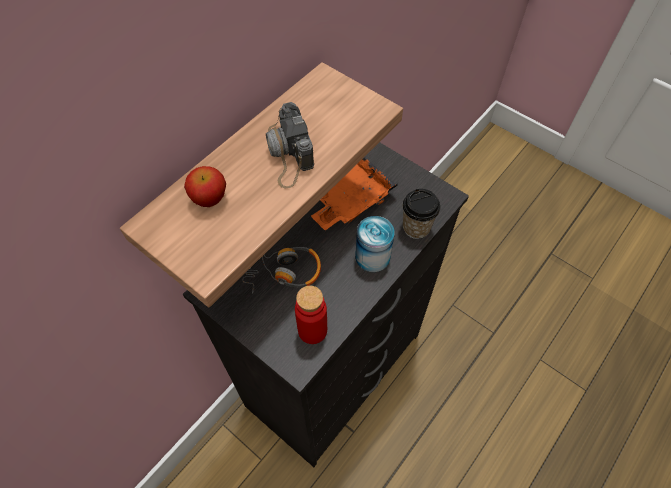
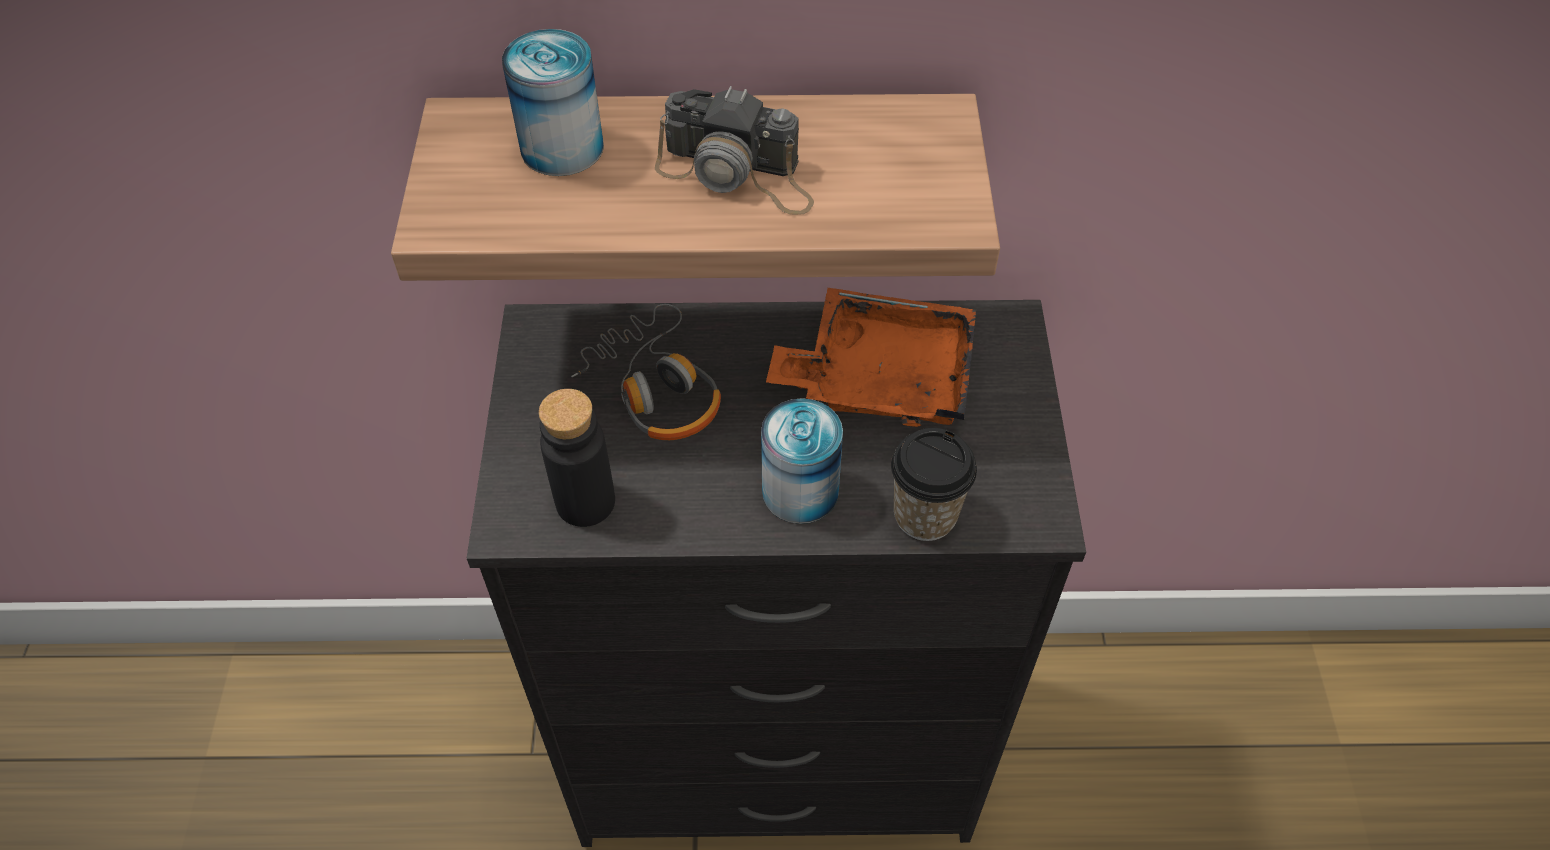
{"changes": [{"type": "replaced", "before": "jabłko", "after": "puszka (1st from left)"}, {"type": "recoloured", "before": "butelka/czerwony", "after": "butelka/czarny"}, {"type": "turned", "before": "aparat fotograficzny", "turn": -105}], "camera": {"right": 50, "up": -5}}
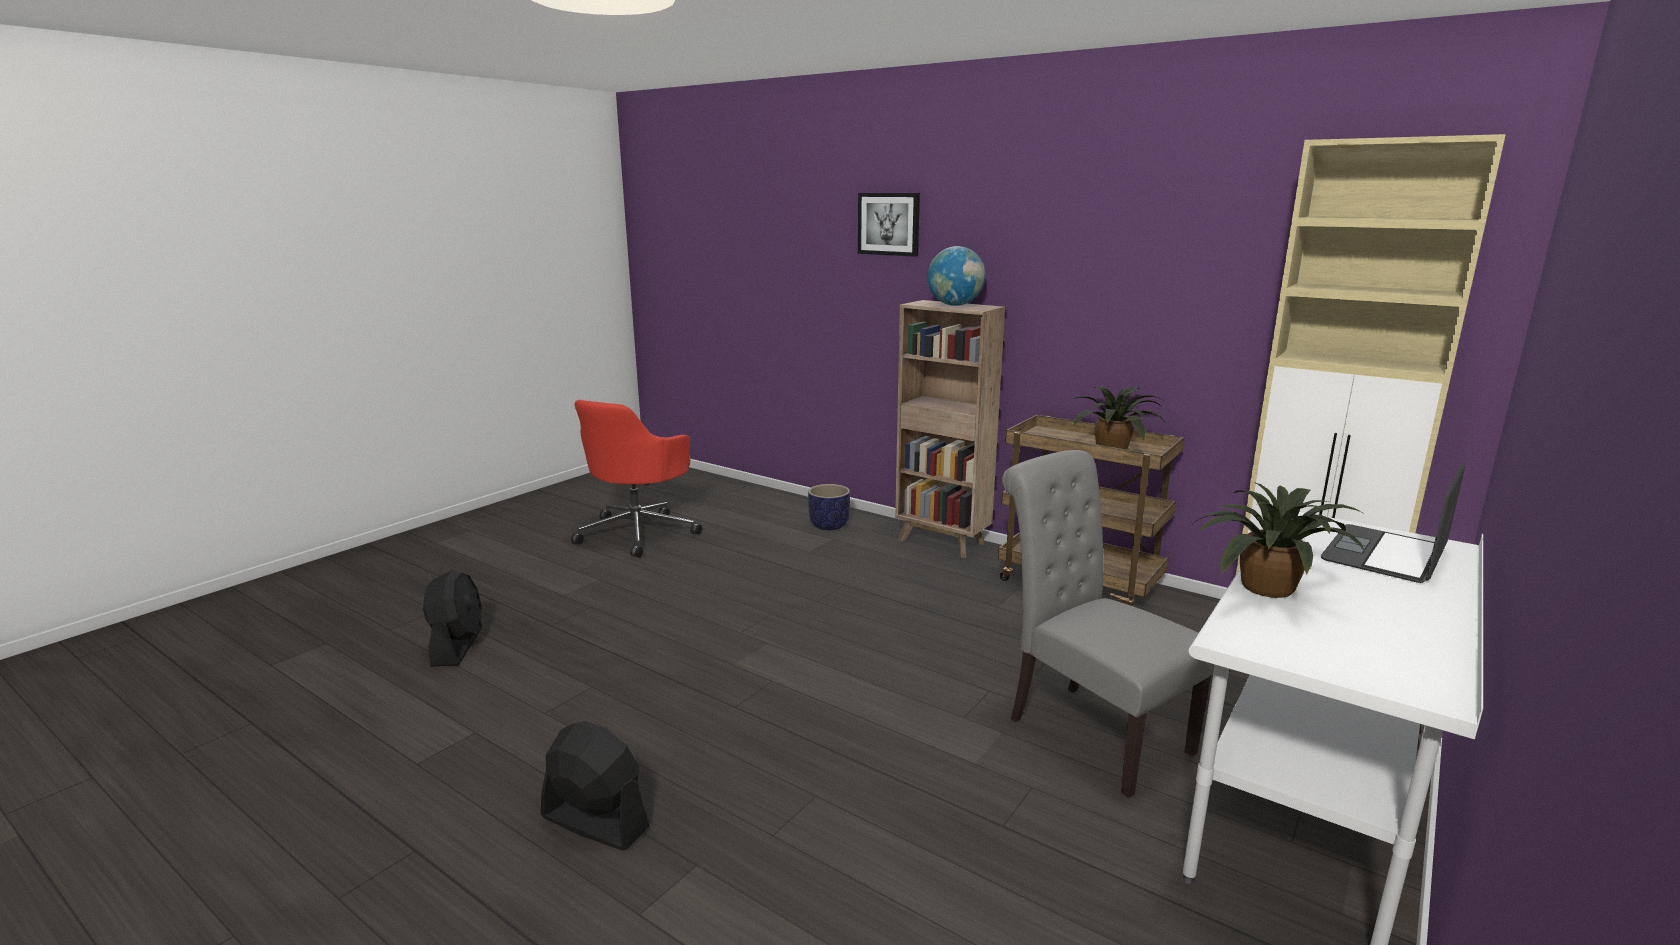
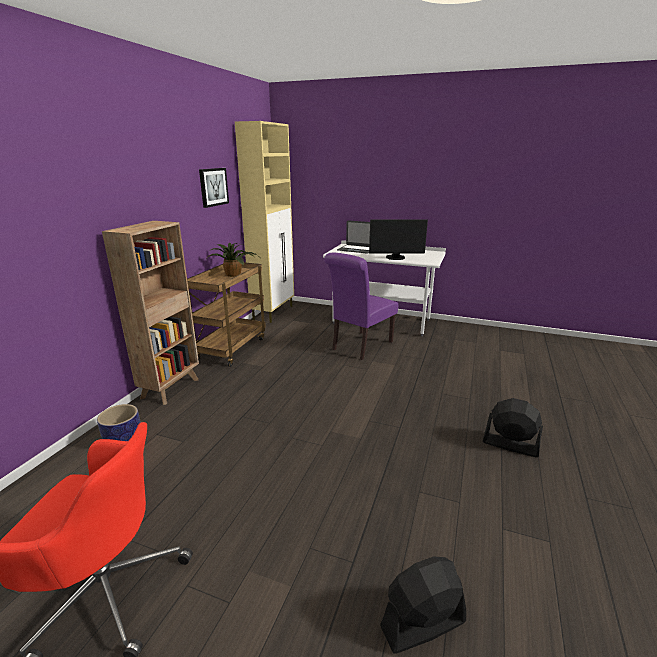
{"changes": [{"type": "moved", "before": "obraz"}, {"type": "recoloured", "before": "krzesło/szary", "after": "krzesło/fioletowy"}, {"type": "replaced", "before": "roślina doniczkowa (2nd from left)", "after": "monitor"}, {"type": "turned", "before": "wentylator/czarny (2nd from left)", "turn": 105}, {"type": "removed", "before": "globus"}], "camera": {"right": -105, "up": 5}}
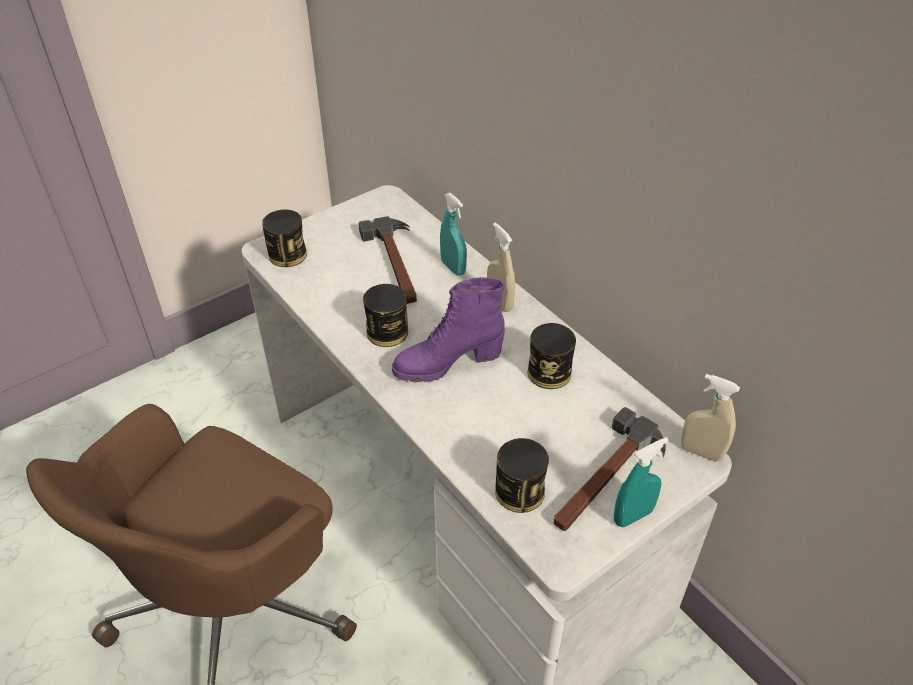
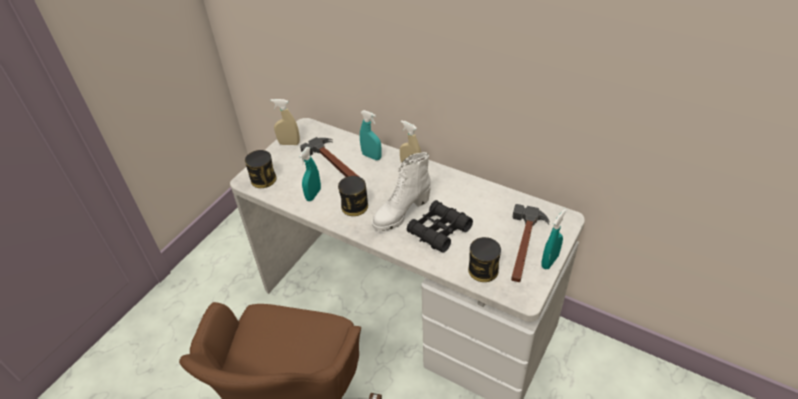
{"changes": [{"type": "moved", "before": "spryskiwacz/beżowy (2nd from left in the first image)", "after": "spryskiwacz/beżowy (1st from left)"}, {"type": "added", "after": "spryskiwacz/turkusowy (1st from left)"}, {"type": "recoloured", "before": "but z cholewką/fioletowy", "after": "but z cholewką/biały"}, {"type": "added", "after": "lornetka/czarny"}, {"type": "removed", "before": "puszka (4th from left)"}], "camera": {"right": -20, "up": 0}}
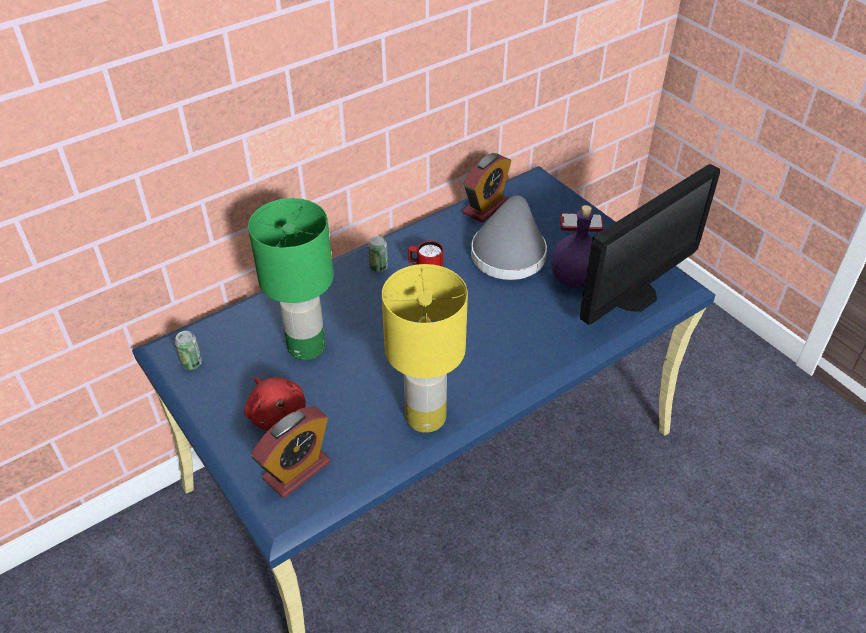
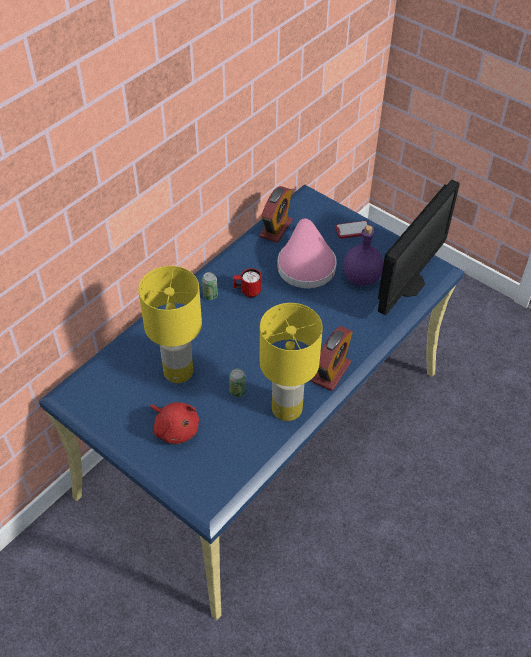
{"changes": [{"type": "recoloured", "before": "lampa stołowa/zielony", "after": "lampa stołowa/żółty (1st from left)"}, {"type": "moved", "before": "puszka (1st from left in the first image)", "after": "puszka (2nd from left)"}, {"type": "recoloured", "before": "kapelusz/szary", "after": "kapelusz/różowy"}, {"type": "moved", "before": "budzik (1st from left in the first image)", "after": "budzik (2nd from left)"}], "camera": {"right": -15, "up": 5}}
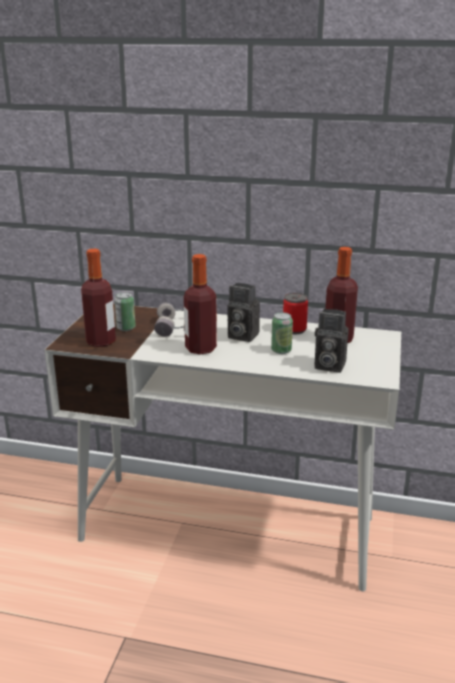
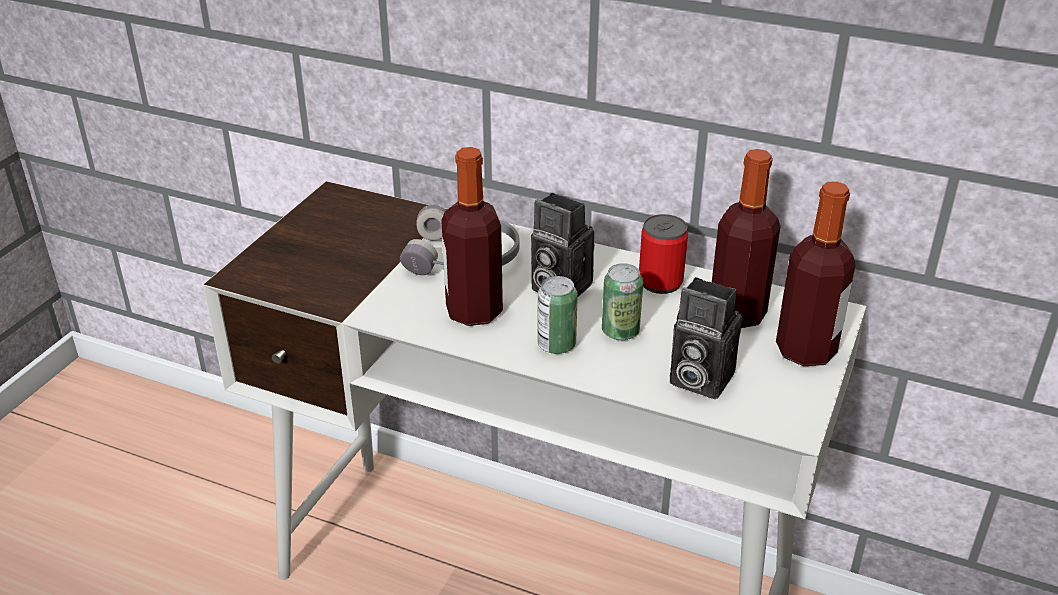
{"changes": [{"type": "moved", "before": "puszka (1st from left)"}, {"type": "moved", "before": "butelka (1st from left in the first image)", "after": "butelka (3rd from left)"}], "camera": {"right": 10, "up": 10}}
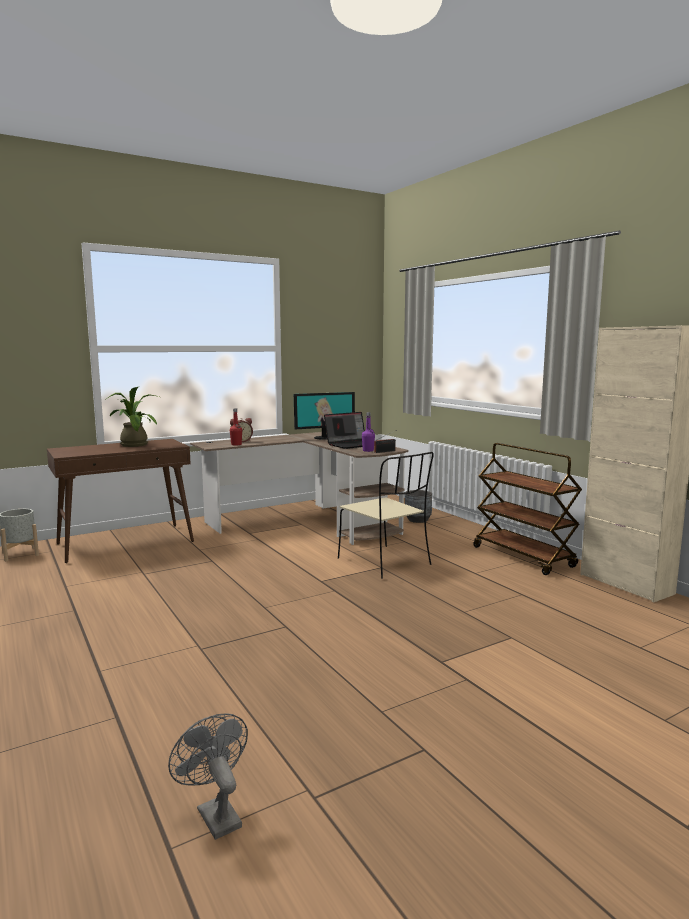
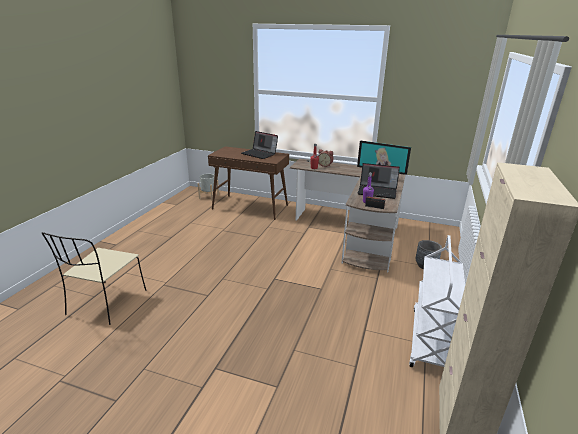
{"changes": [{"type": "moved", "before": "krzesło/beżowy"}, {"type": "replaced", "before": "roślina doniczkowa", "after": "laptop (1st from left)"}, {"type": "recoloured", "before": "wózek/brązowy", "after": "wózek/biały"}, {"type": "removed", "before": "wentylator/szary"}], "camera": {"right": 50, "up": 15}}
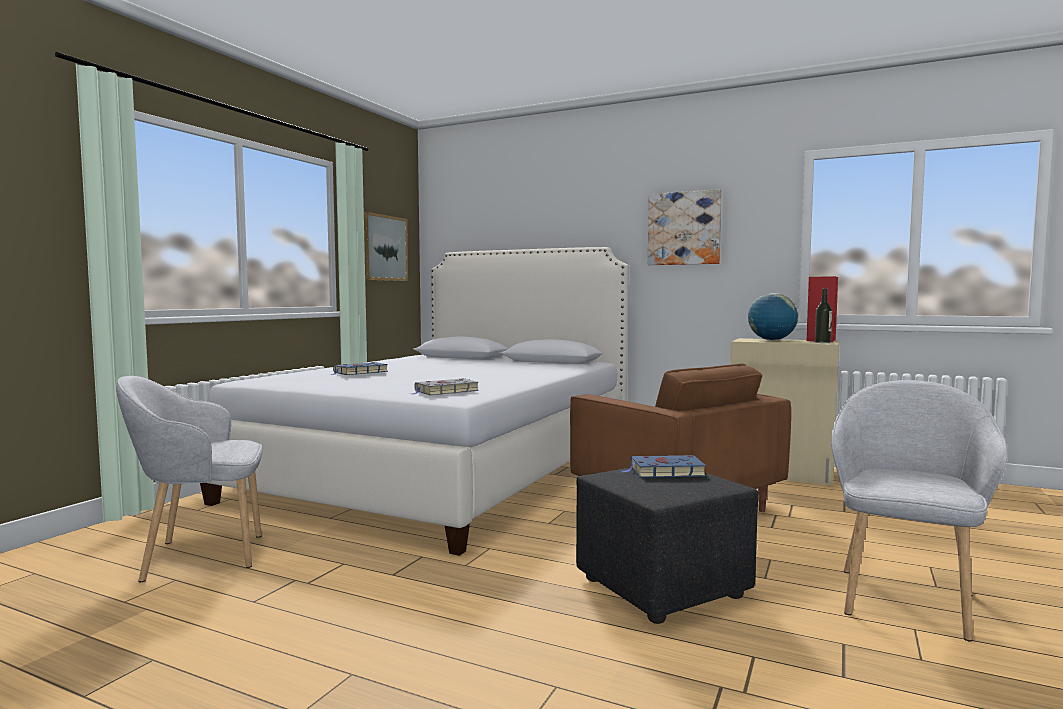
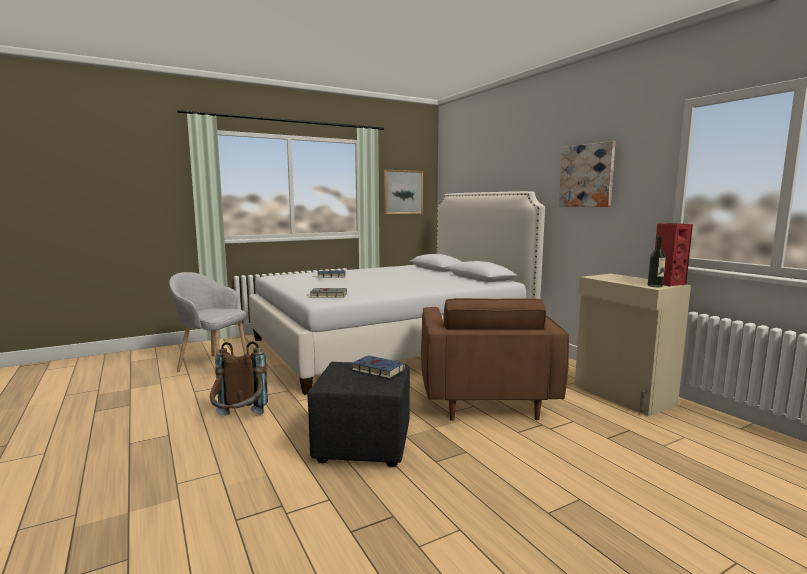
{"changes": [{"type": "added", "after": "plecak/brązowy"}, {"type": "removed", "before": "globus"}, {"type": "removed", "before": "fotel/szary (2nd from left)"}], "camera": {"right": 35, "up": 5}}
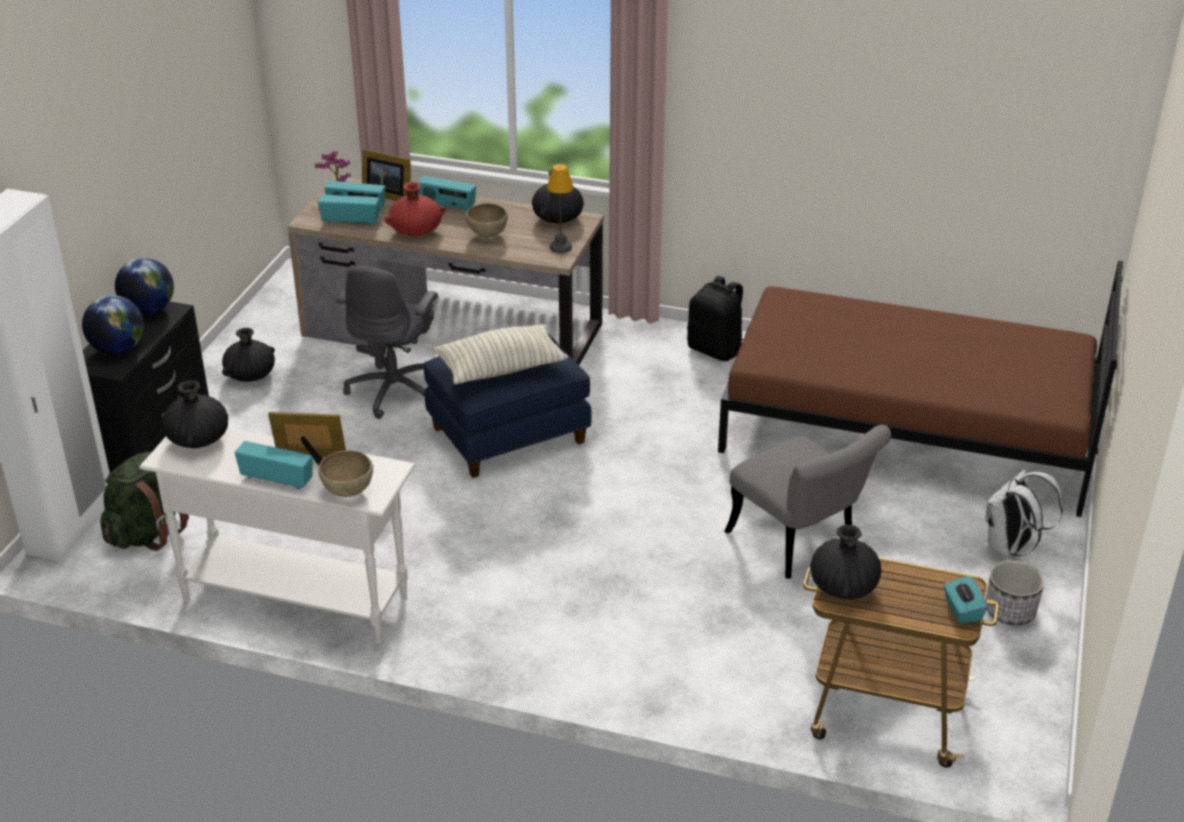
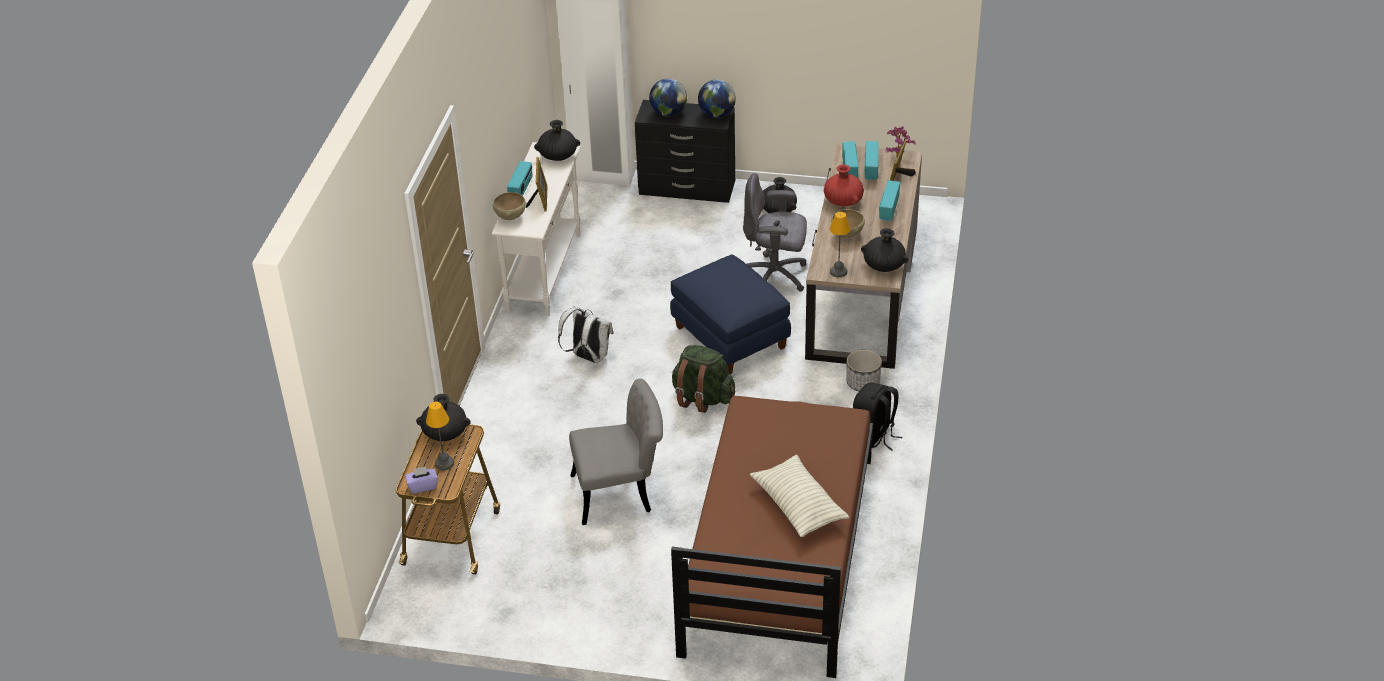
{"changes": [{"type": "recoloured", "before": "pudełko chusteczek/turkusowy", "after": "pudełko chusteczek/fioletowy"}, {"type": "added", "after": "lampa stołowa (1st from left)"}, {"type": "moved", "before": "plecak/biały"}, {"type": "turned", "before": "krzesło/szary", "turn": -150}, {"type": "moved", "before": "plecak/zielony"}, {"type": "moved", "before": "poduszka"}, {"type": "moved", "before": "donica"}], "camera": {"right": 85, "up": 5}}
